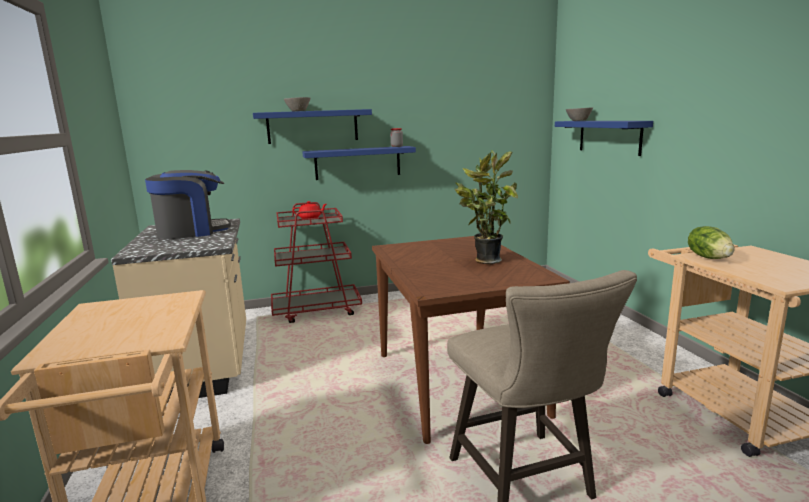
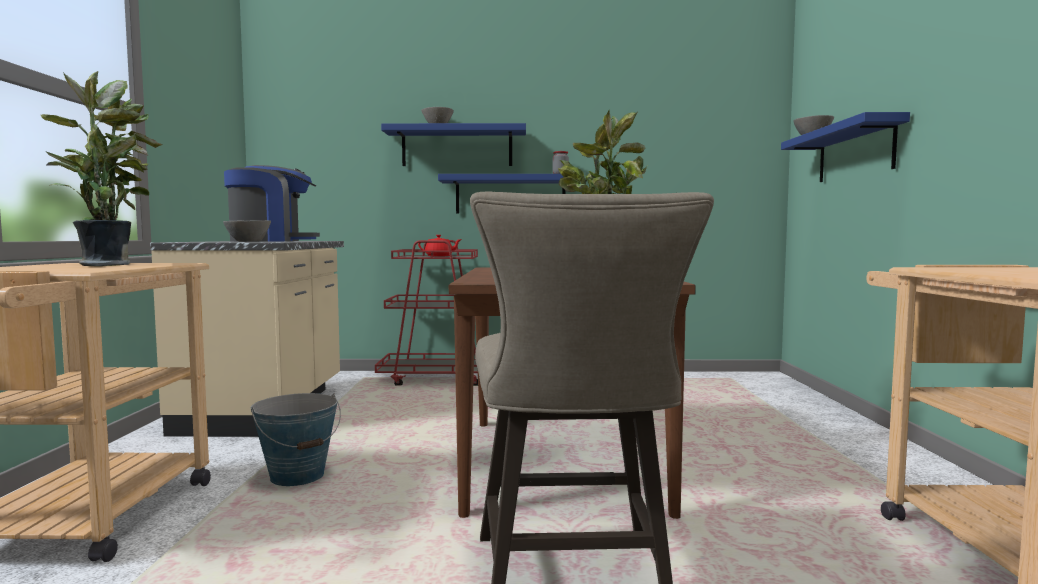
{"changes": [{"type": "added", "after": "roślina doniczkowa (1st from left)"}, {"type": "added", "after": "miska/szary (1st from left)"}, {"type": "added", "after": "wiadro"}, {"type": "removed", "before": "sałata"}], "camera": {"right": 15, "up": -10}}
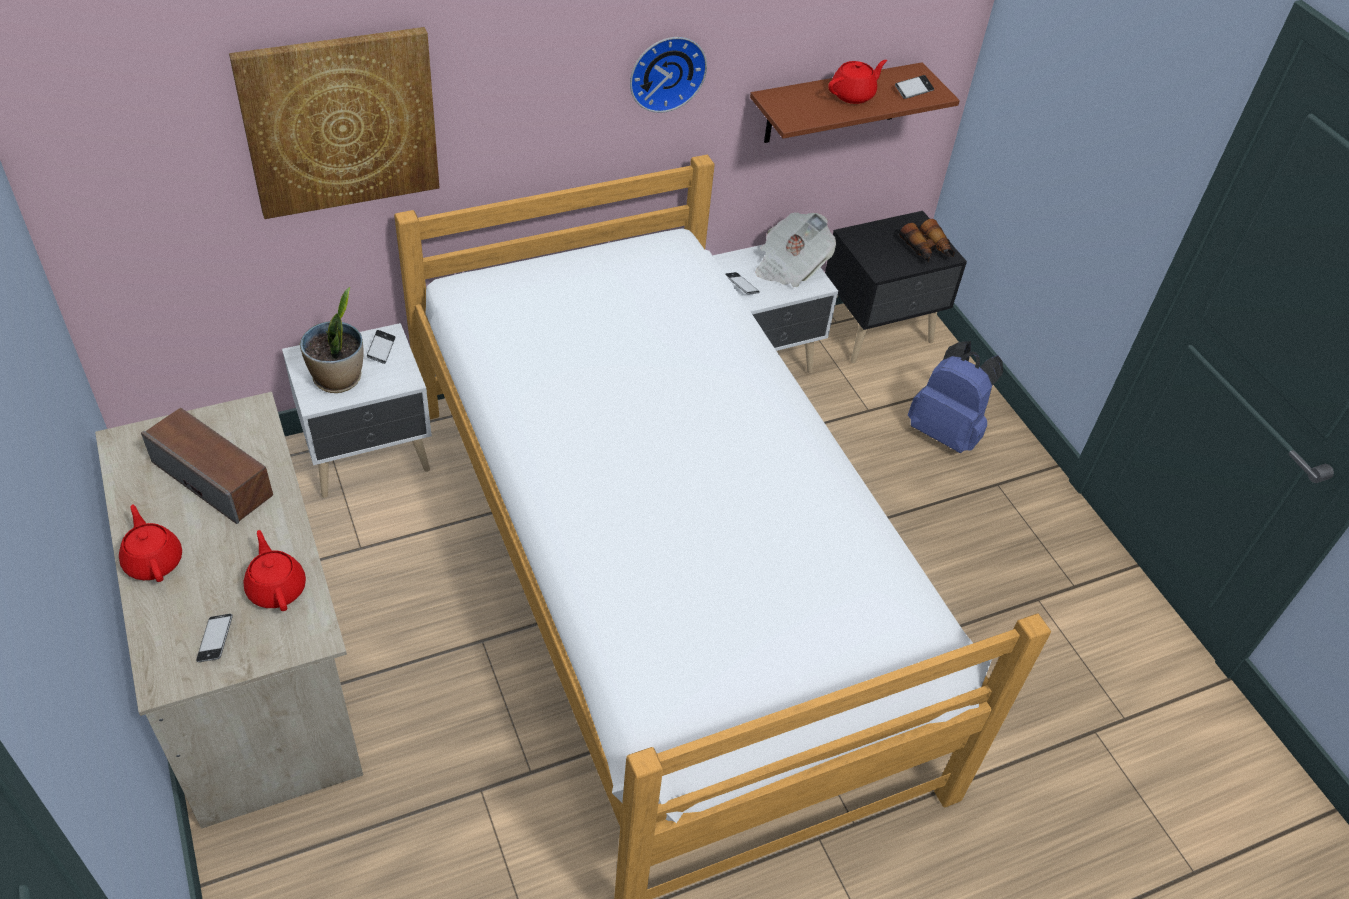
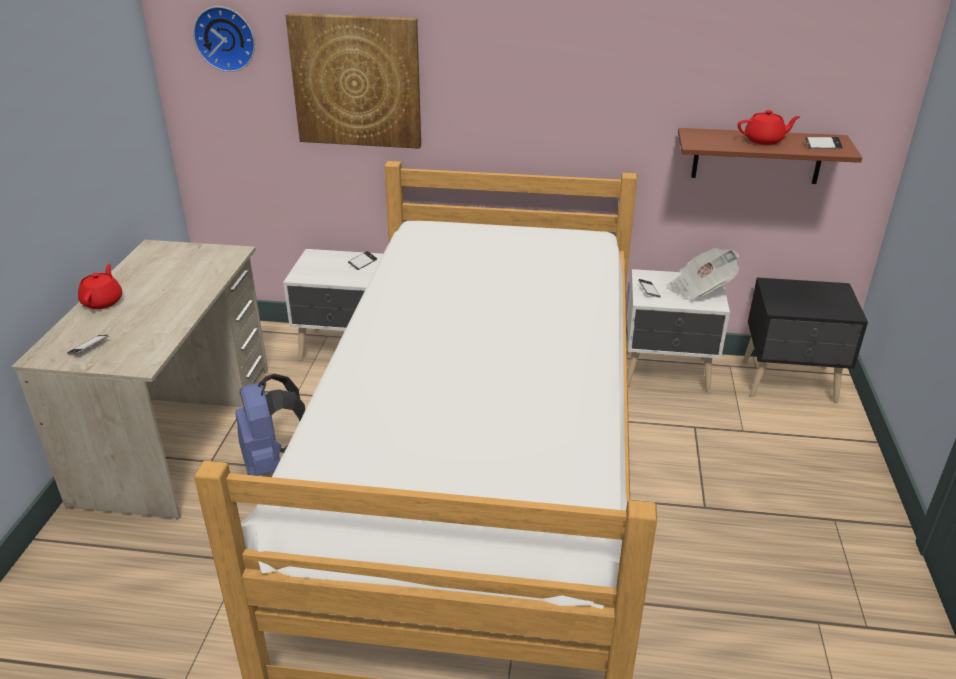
{"changes": [{"type": "moved", "before": "zegar ścienny"}, {"type": "moved", "before": "plecak/niebieski"}, {"type": "removed", "before": "głośnik"}, {"type": "removed", "before": "imbryk/czerwony (2nd from left)"}, {"type": "removed", "before": "roślina doniczkowa"}, {"type": "removed", "before": "lornetka"}], "camera": {"right": 35, "up": -15}}
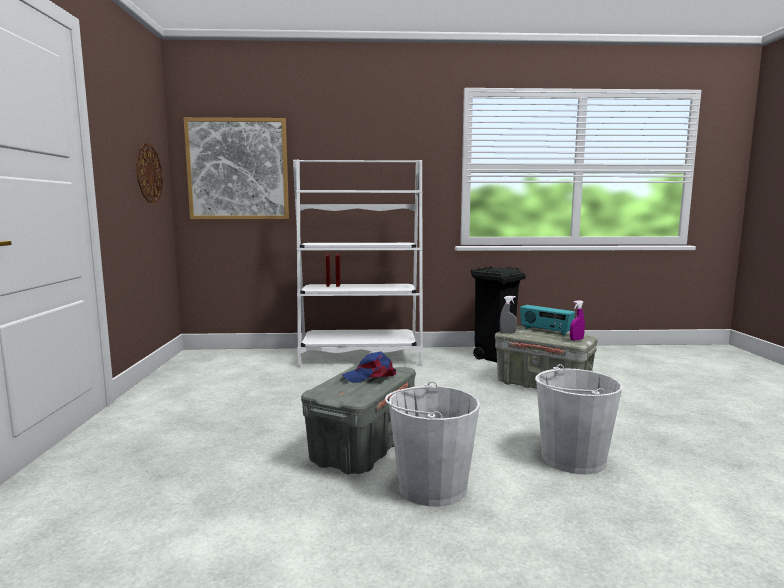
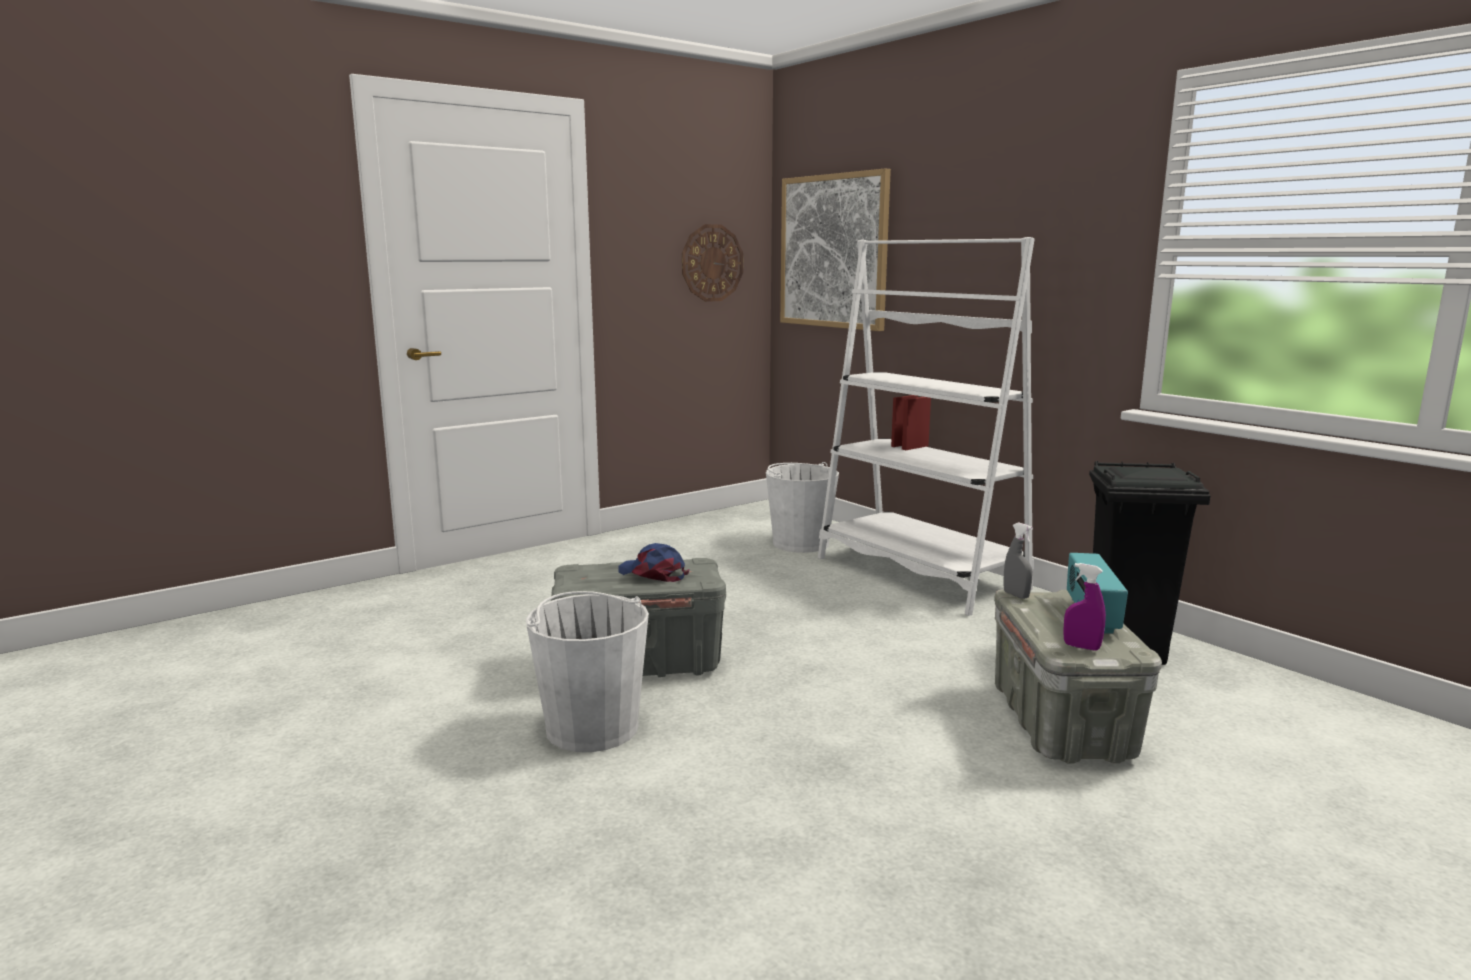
{"changes": [{"type": "moved", "before": "wiadro/biały (2nd from left)"}], "camera": {"right": 55, "up": 5}}
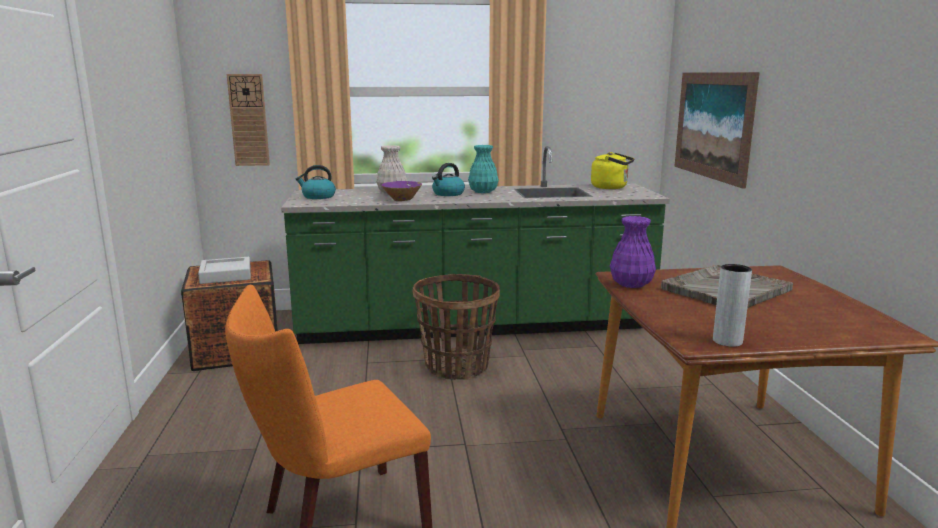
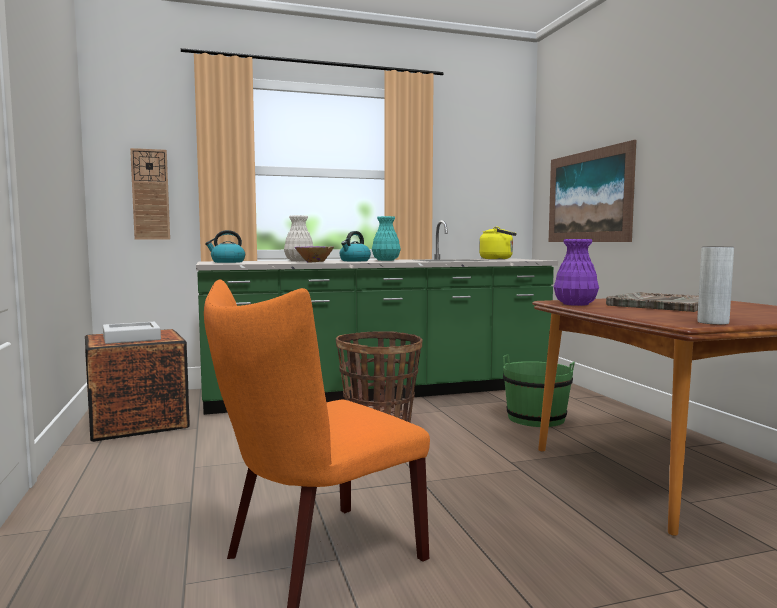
{"changes": [{"type": "added", "after": "wiadro/zielony"}], "camera": {"right": -10, "up": -10}}
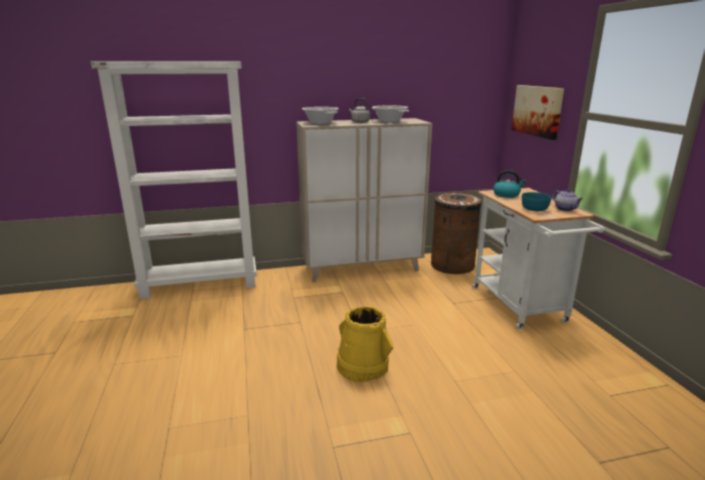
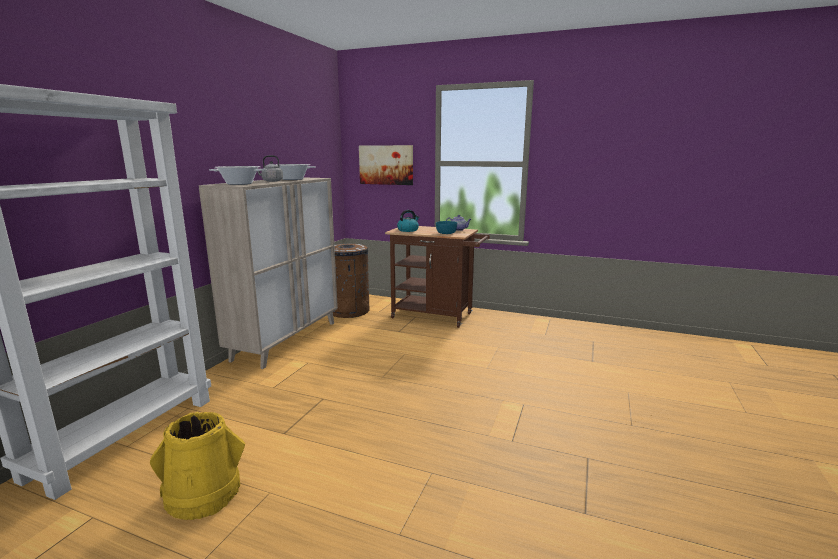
{"changes": [{"type": "moved", "before": "wiadro/żółty"}, {"type": "recoloured", "before": "wózek/biały", "after": "wózek/brązowy"}], "camera": {"right": -55, "up": -5}}
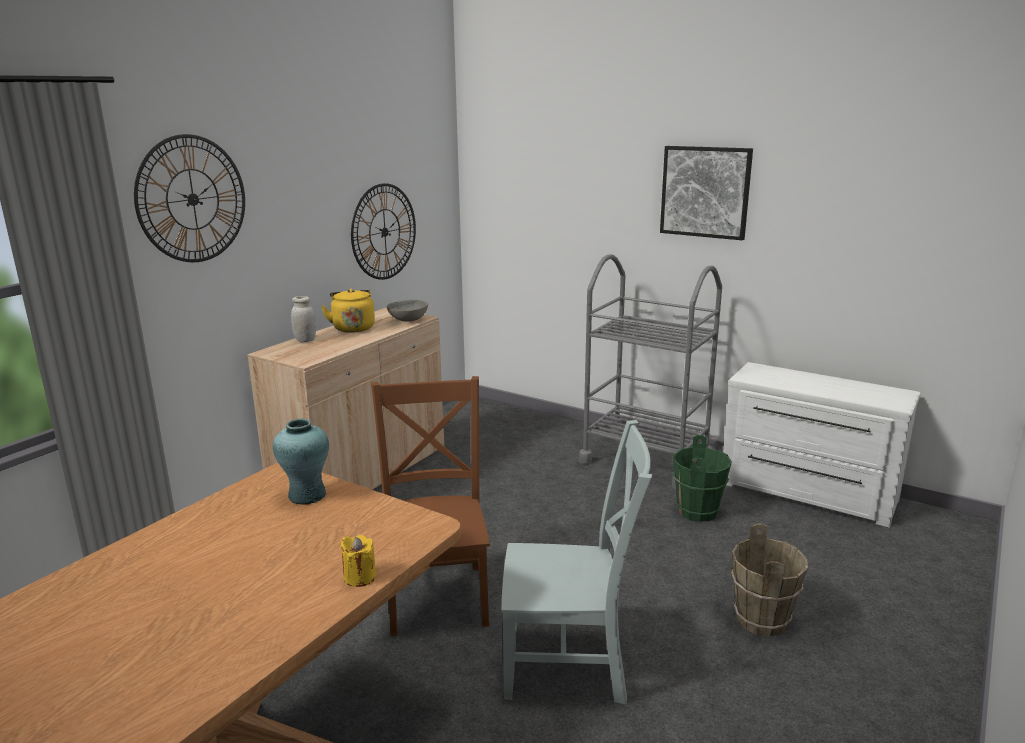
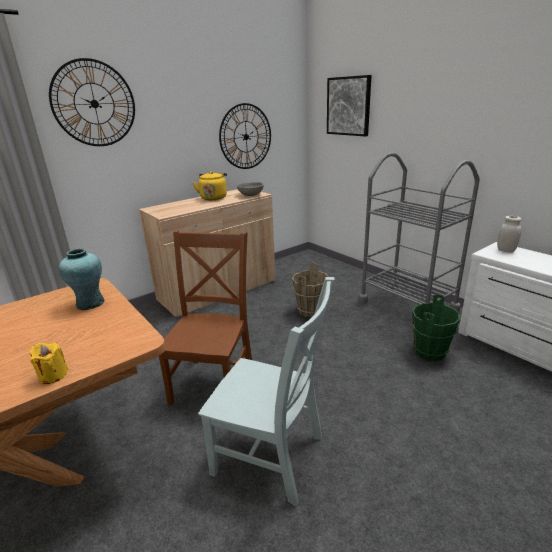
{"changes": [{"type": "moved", "before": "wiadro/brązowy"}, {"type": "moved", "before": "obraz"}, {"type": "moved", "before": "słoik/biały"}], "camera": {"right": 20, "up": 5}}
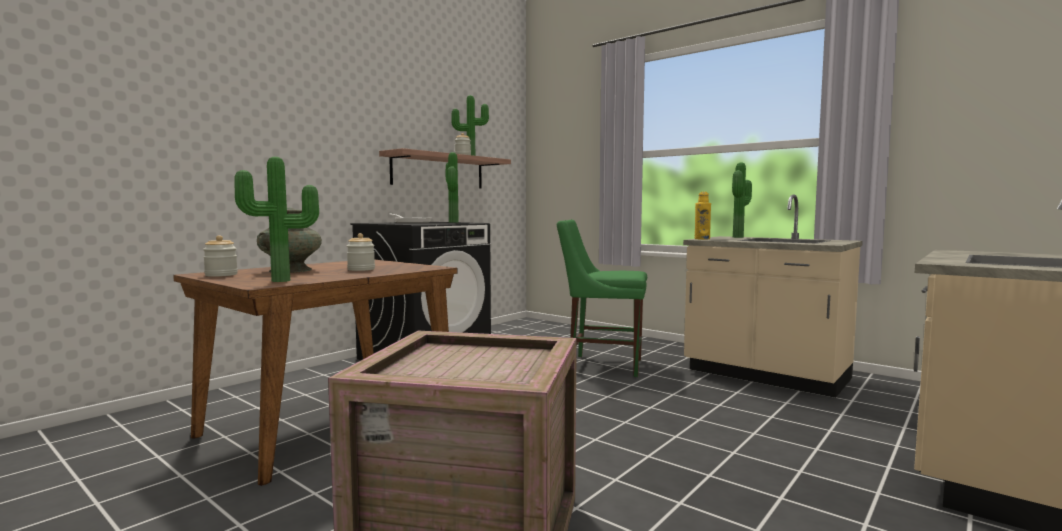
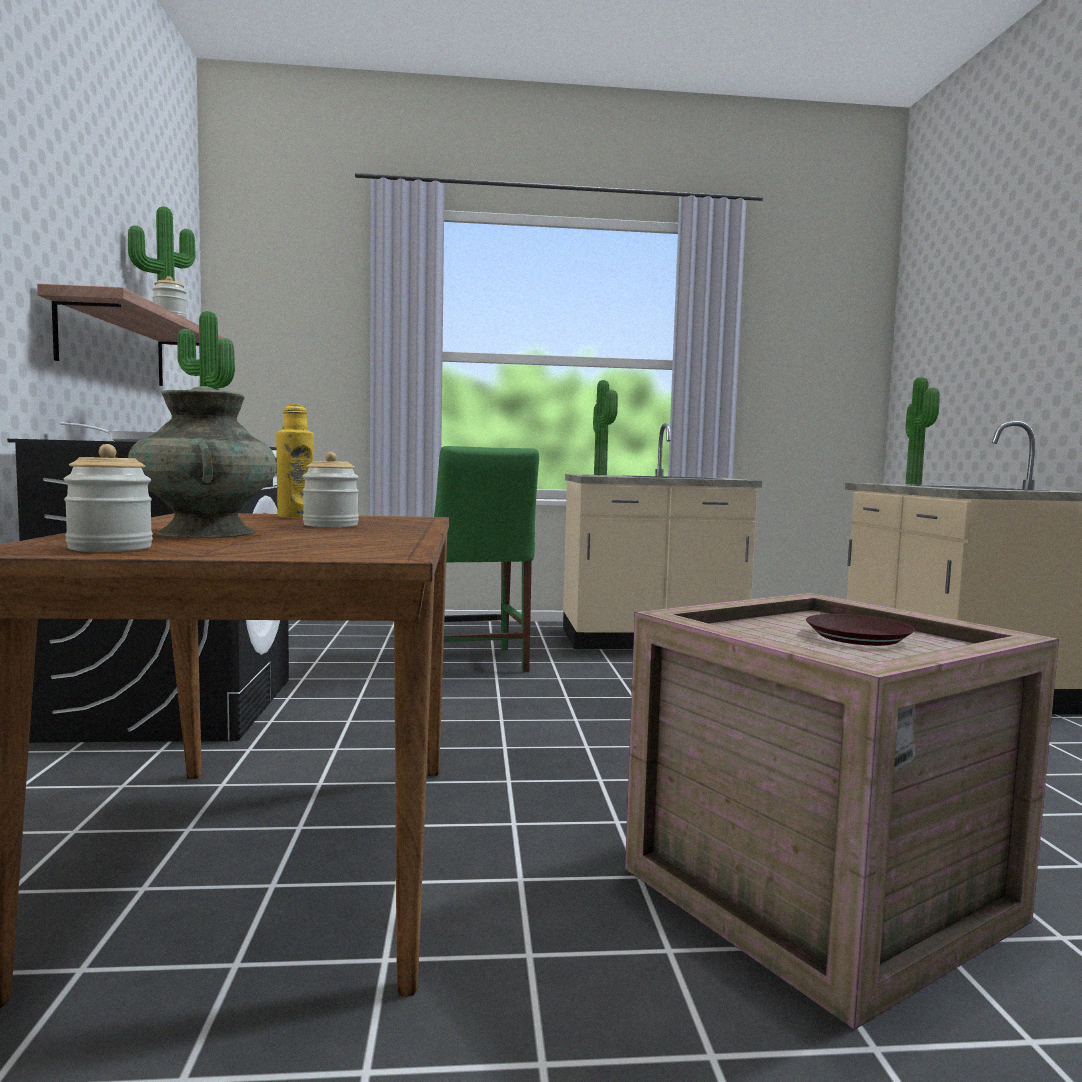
{"changes": [{"type": "moved", "before": "butelka/żółty"}, {"type": "turned", "before": "krzesło/zielony", "turn": -75}, {"type": "added", "after": "talerz/brązowy"}, {"type": "moved", "before": "roślina doniczkowa (1st from left in the first image)", "after": "roślina doniczkowa (4th from left)"}], "camera": {"right": -45, "up": 0}}
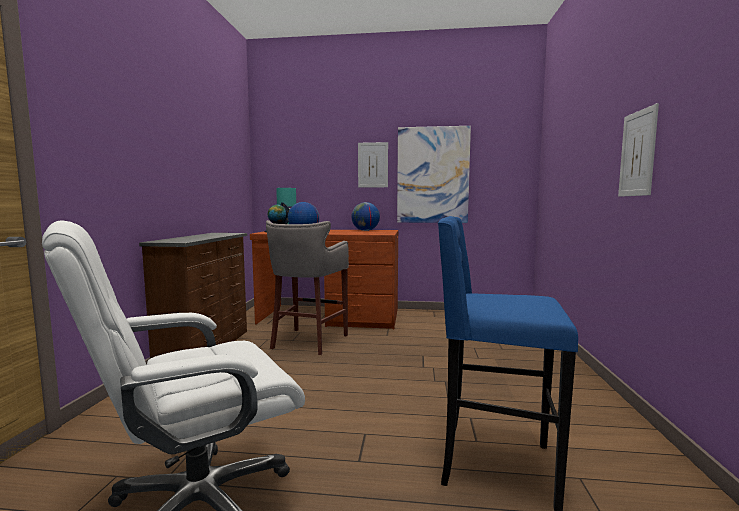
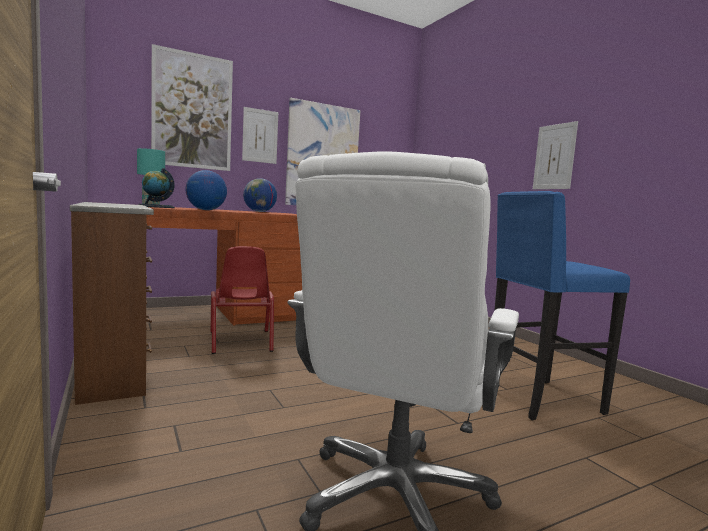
{"changes": [{"type": "added", "after": "obraz (1st from left)"}, {"type": "replaced", "before": "stołek/szary", "after": "krzesło/czerwony"}], "camera": {"right": -35, "up": 0}}
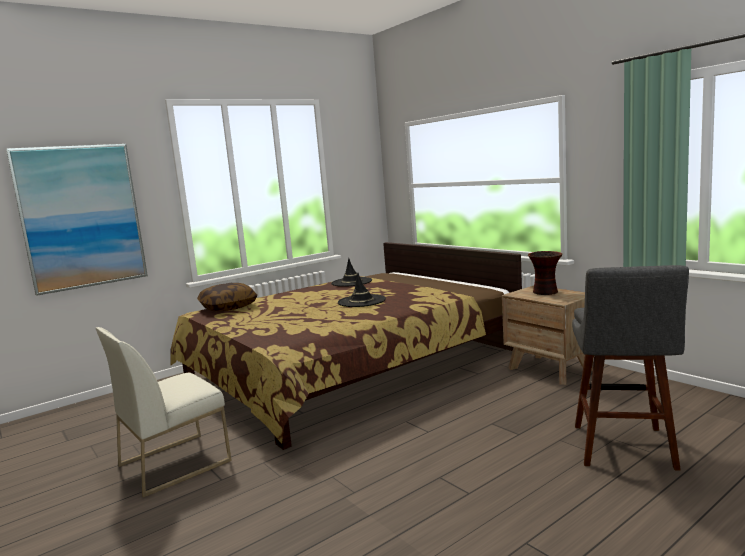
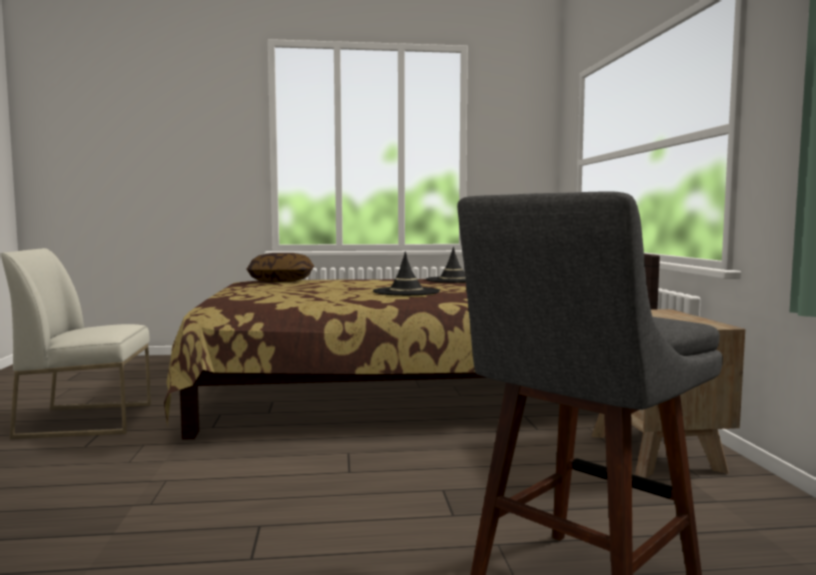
{"changes": [{"type": "removed", "before": "obraz"}, {"type": "removed", "before": "wazon"}], "camera": {"right": 30, "up": -5}}
